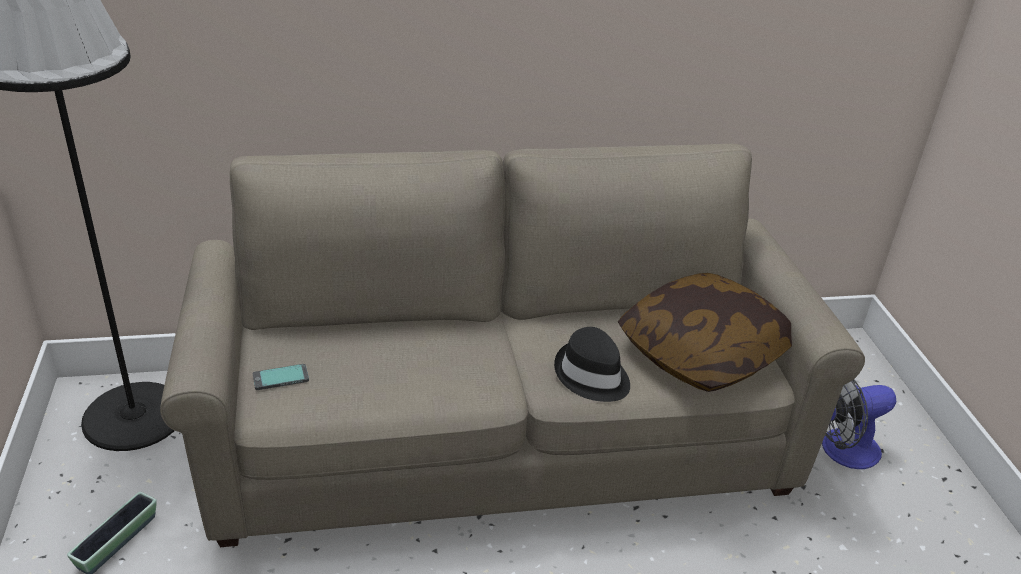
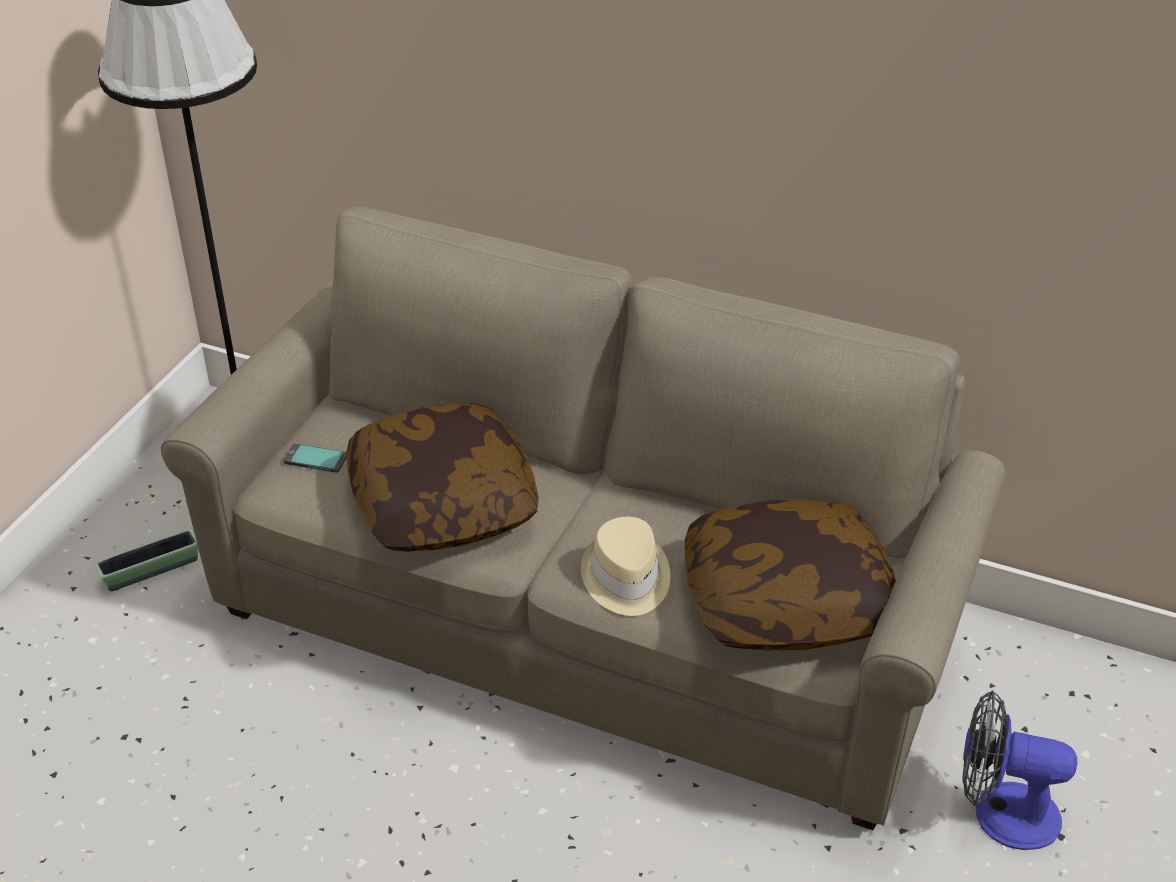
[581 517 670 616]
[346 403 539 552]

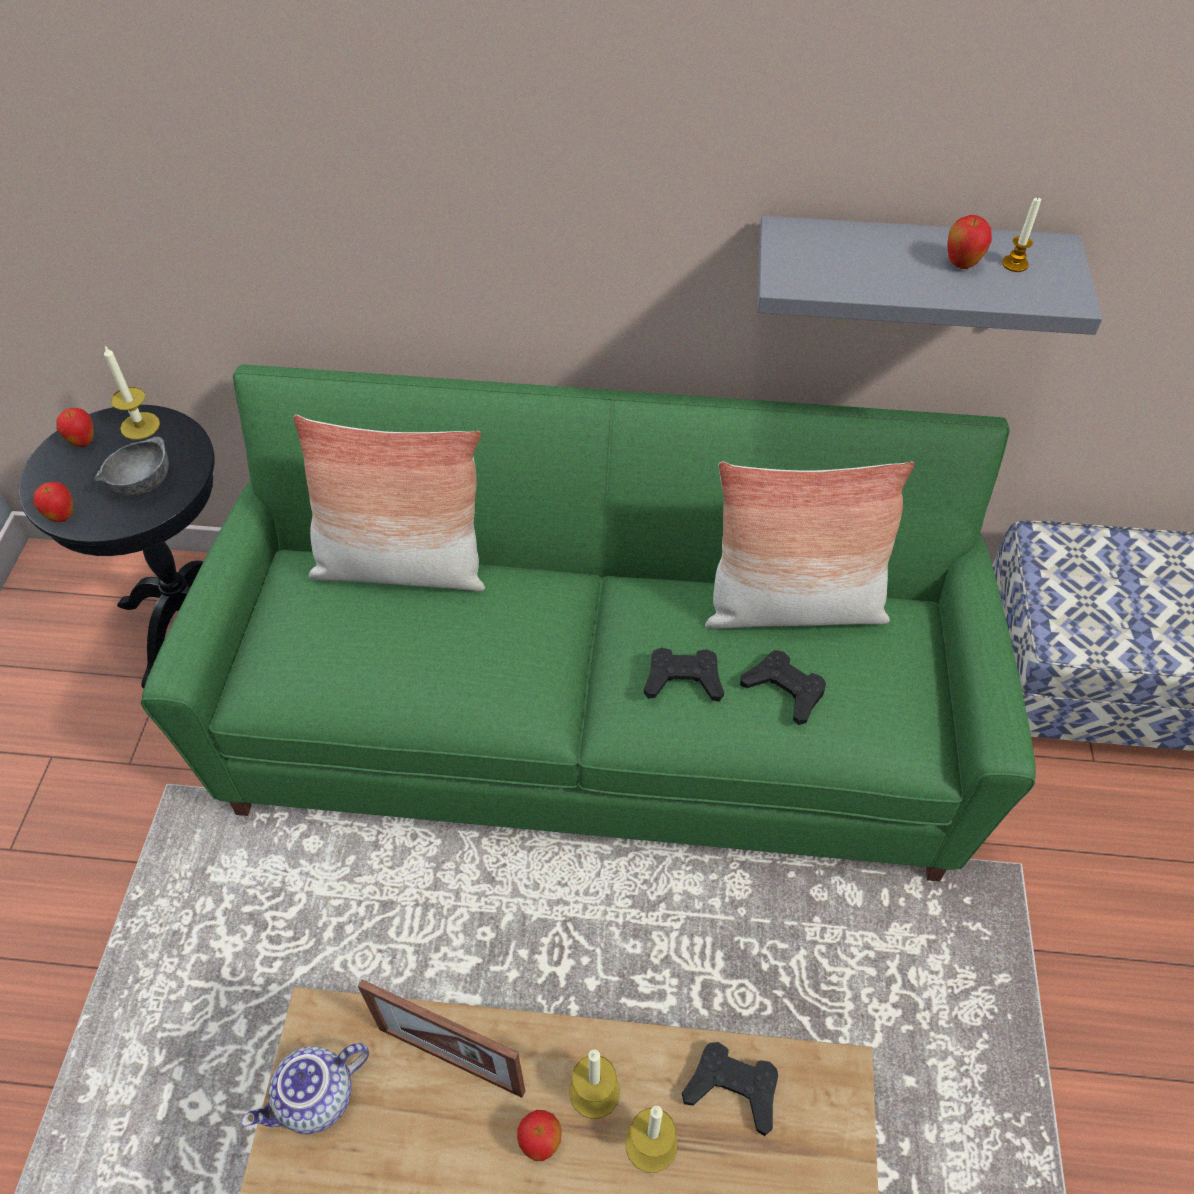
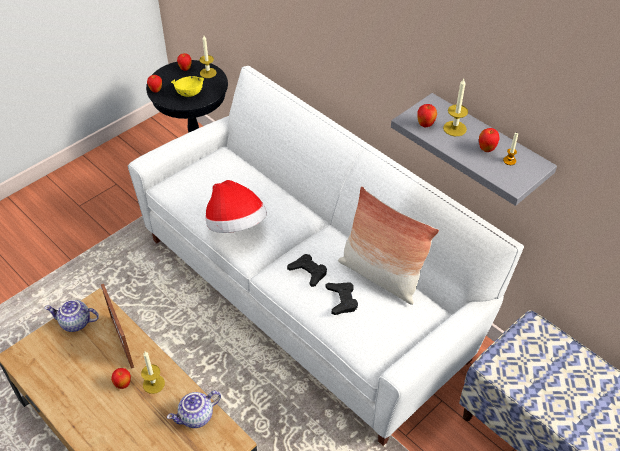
[171 76 204 97]
[128 66 524 446]
[294 415 485 591] (first image)
[443 79 468 136]
[167 391 221 428]
[205 180 267 233]
[418 104 437 127]

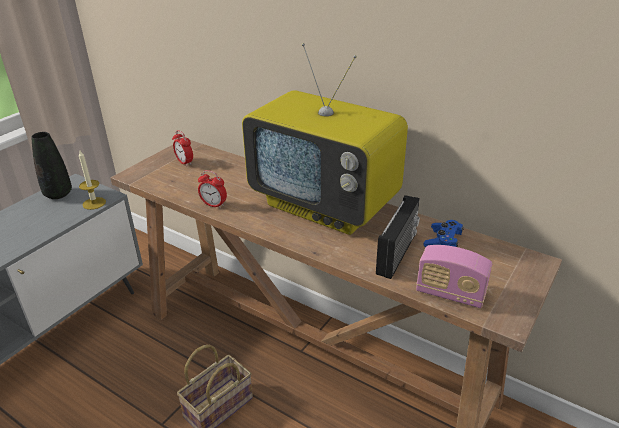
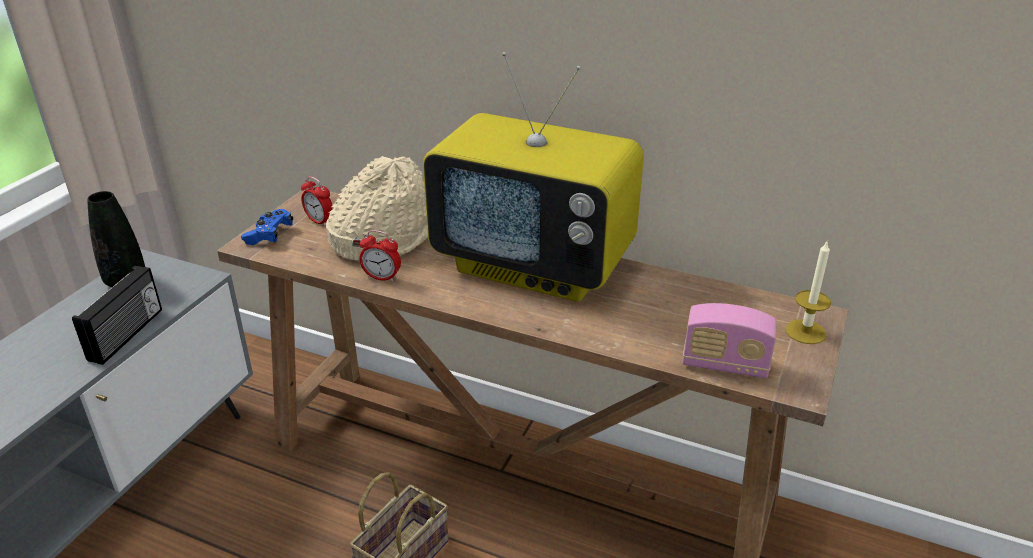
[785 242 831 344]
[72 266 162 365]
[241 209 293 245]
[326 156 428 261]

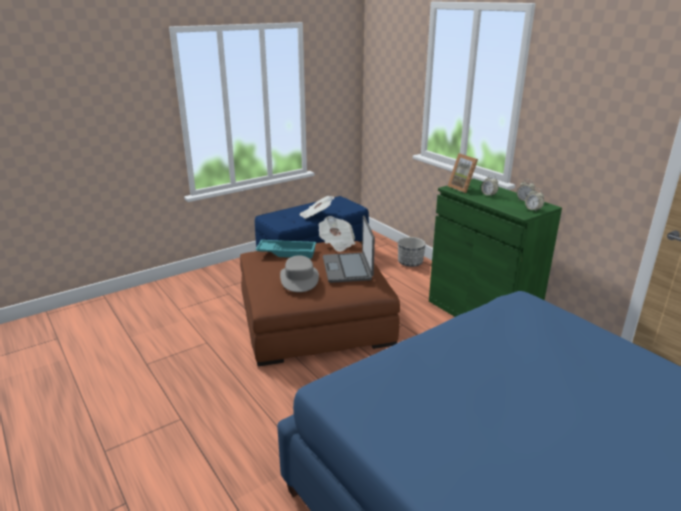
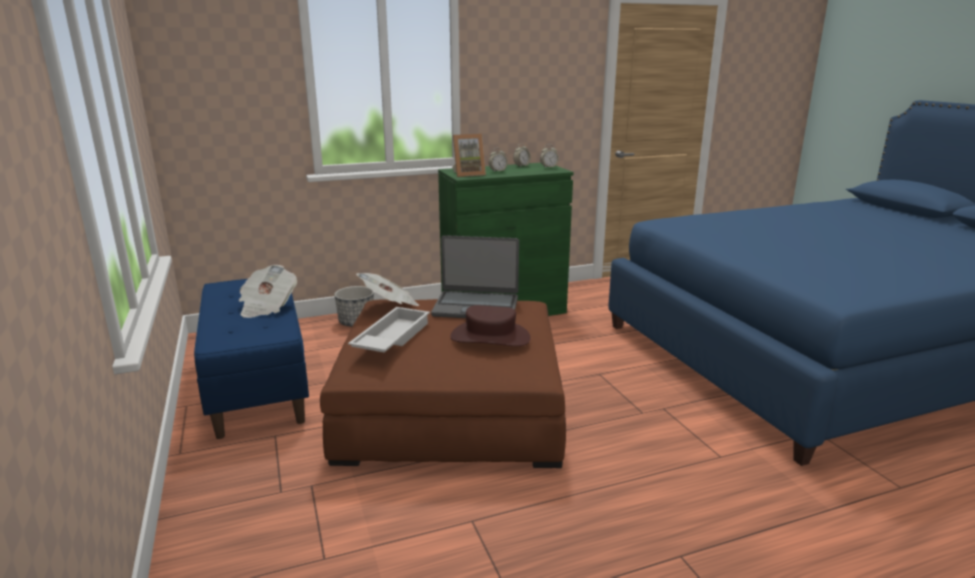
[348 307 430 353]
[450 305 531 346]

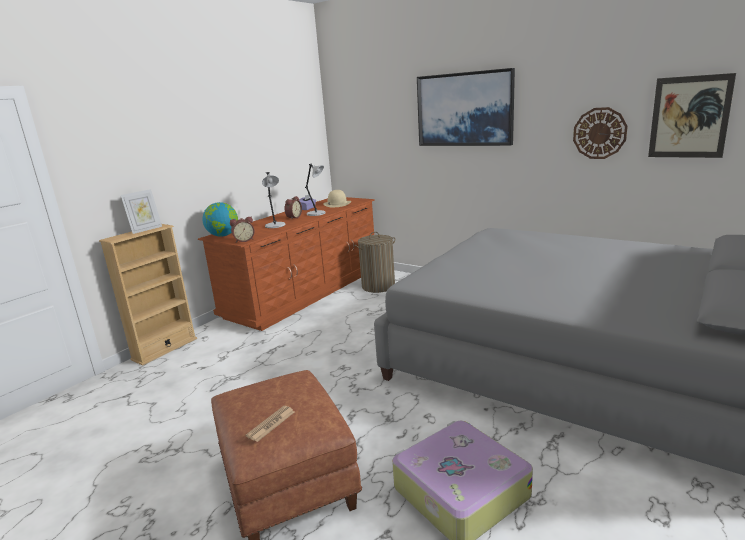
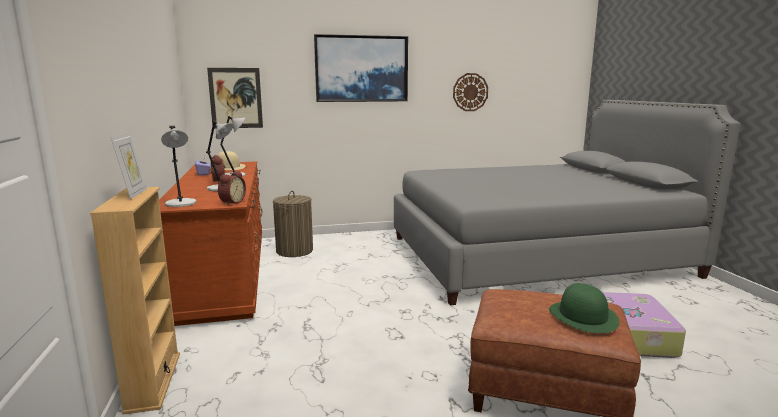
[161 126 196 207]
[549 283 619 333]
[207 68 263 129]

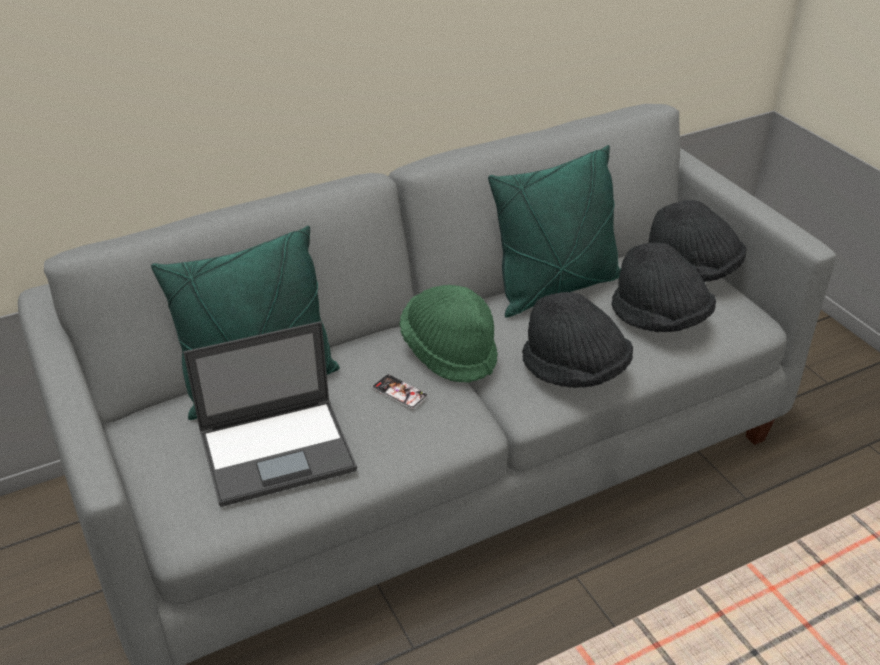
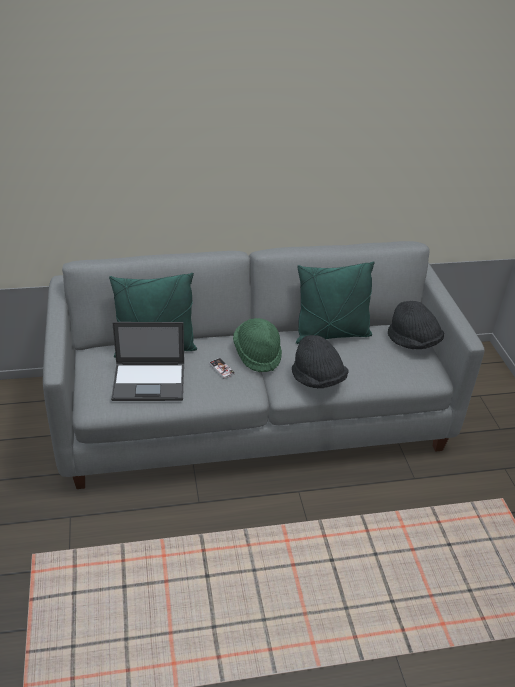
[611 242 716 332] (first image)

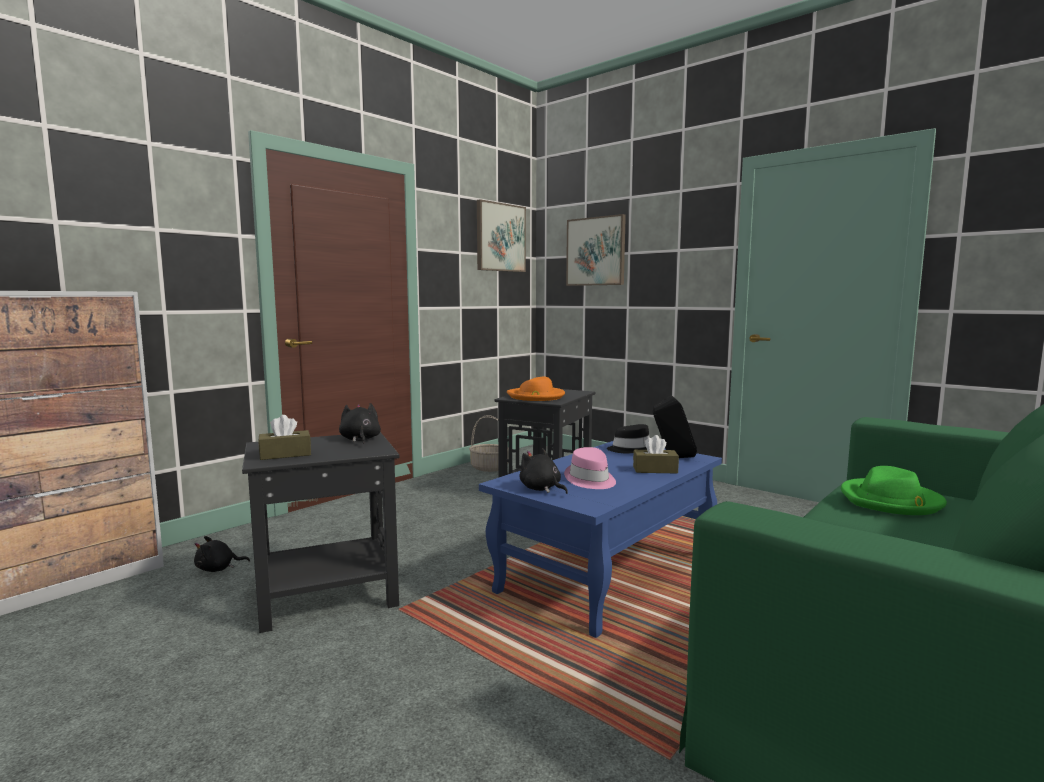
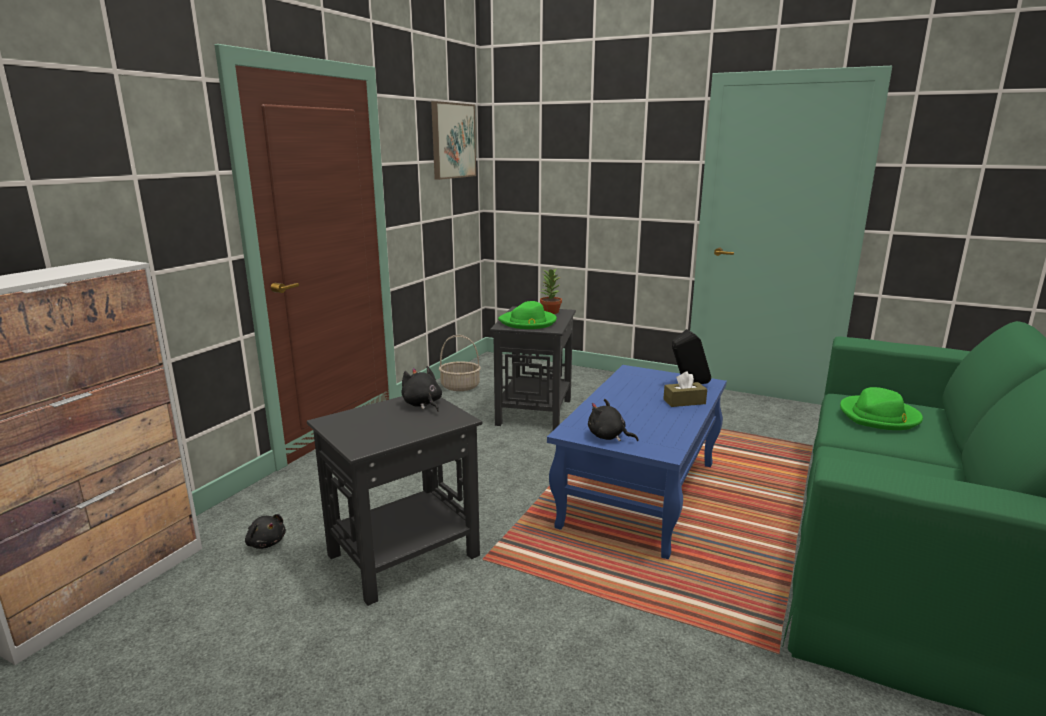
[245 514 286 549]
[259 415 311 460] (first image)
[498 301 557 329]
[564 447 616 489] (first image)
[566 214 626 286] (first image)
[607 424 650 453] (first image)
[540 269 562 314]

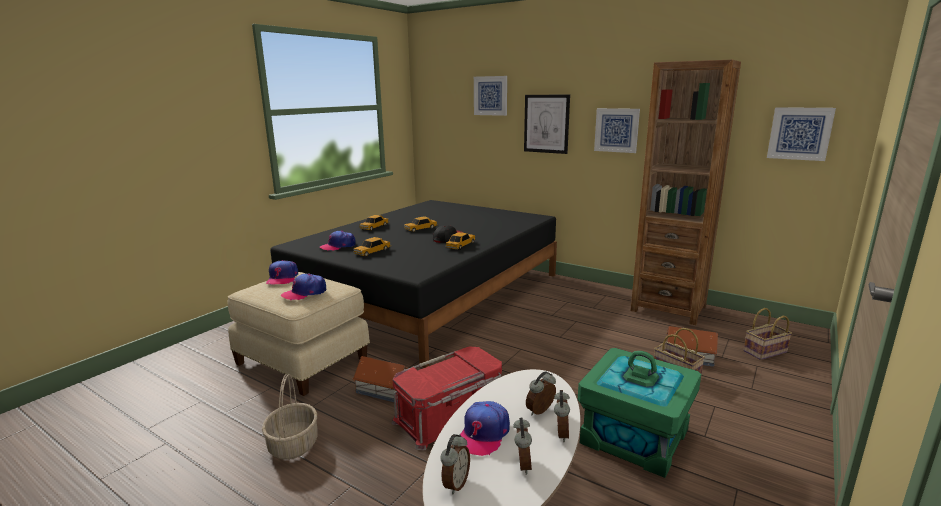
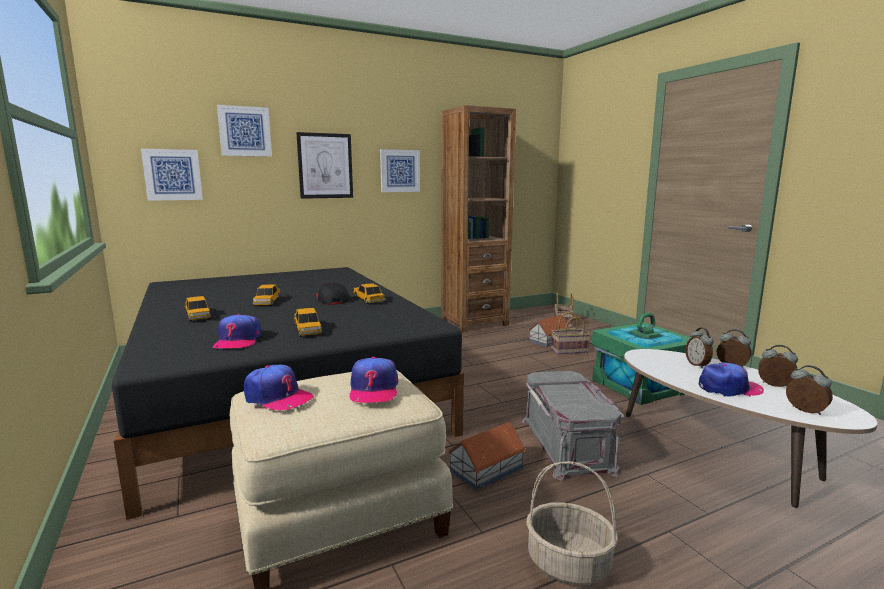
[522 371 625 481]
[699 362 764 397]
[141 149 203 201]

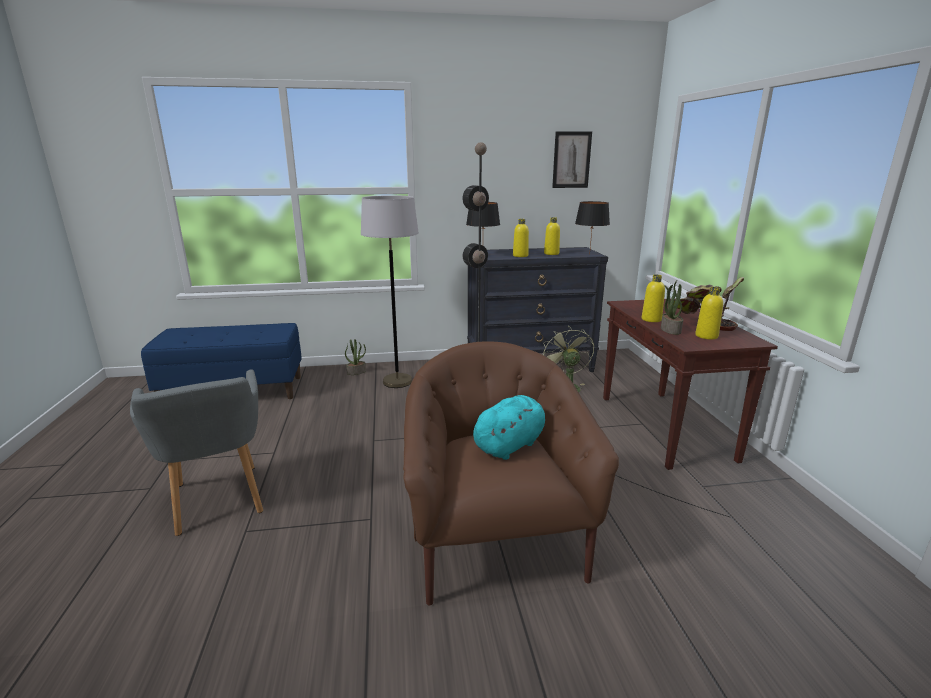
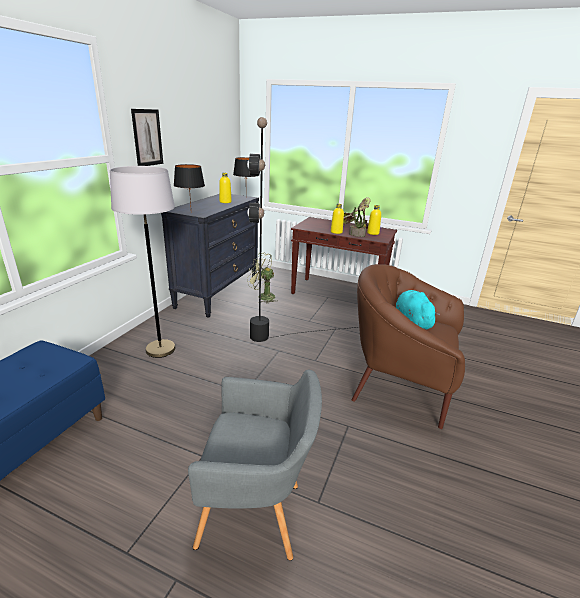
[345 339 366 375] (first image)
[513 219 529 257] (first image)
[131 109 163 166]

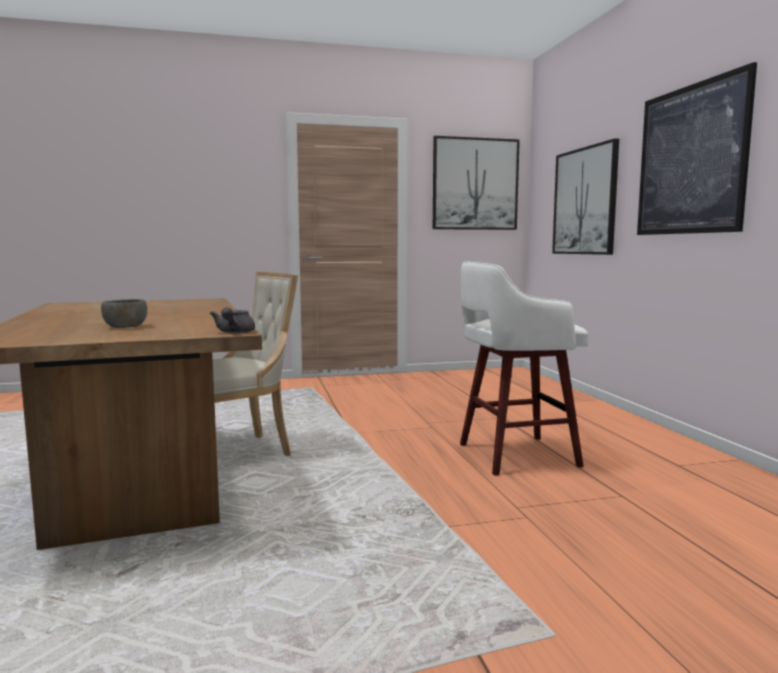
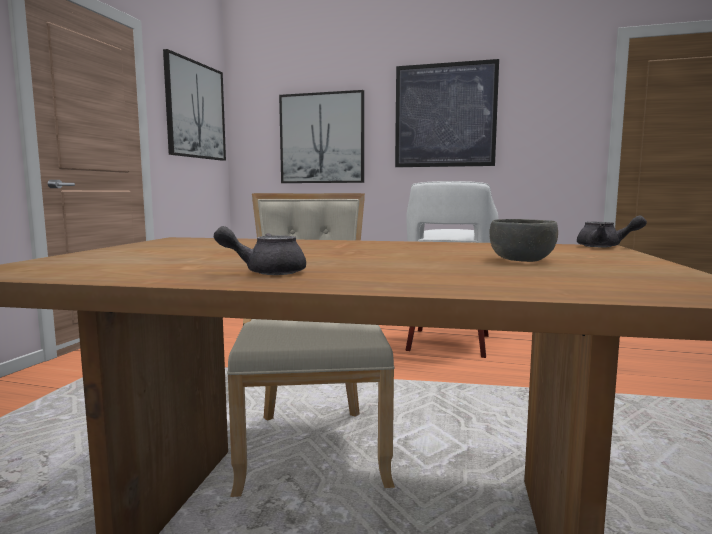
[214 226 306 275]

